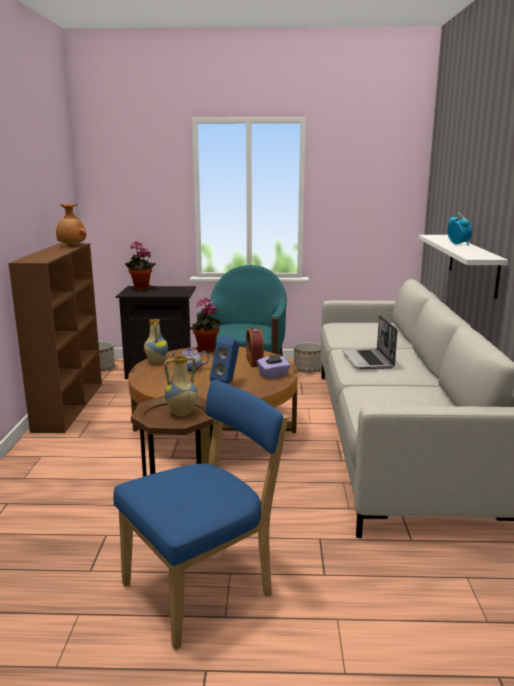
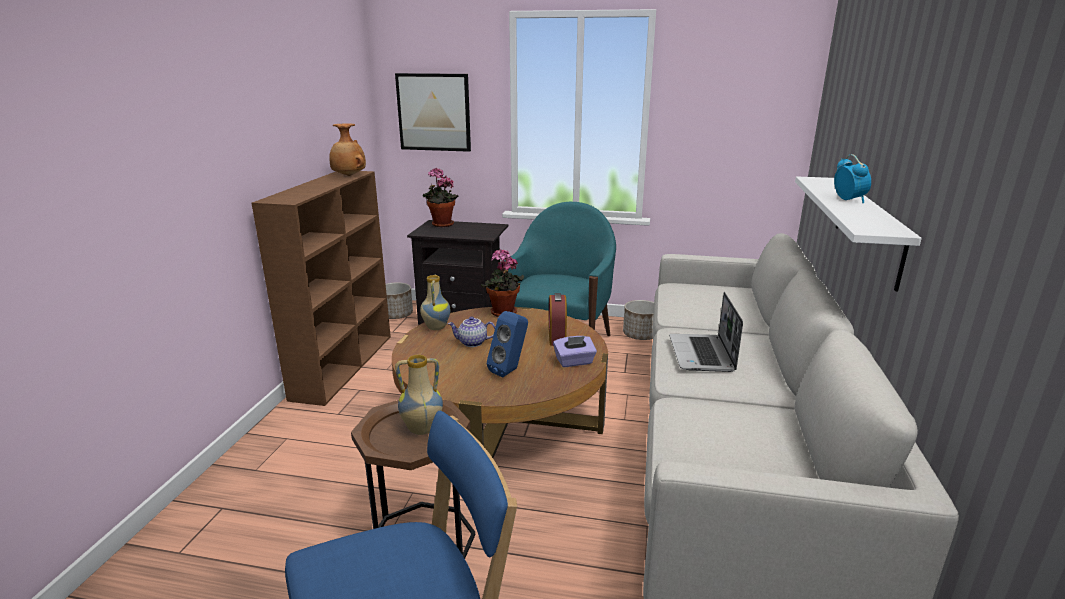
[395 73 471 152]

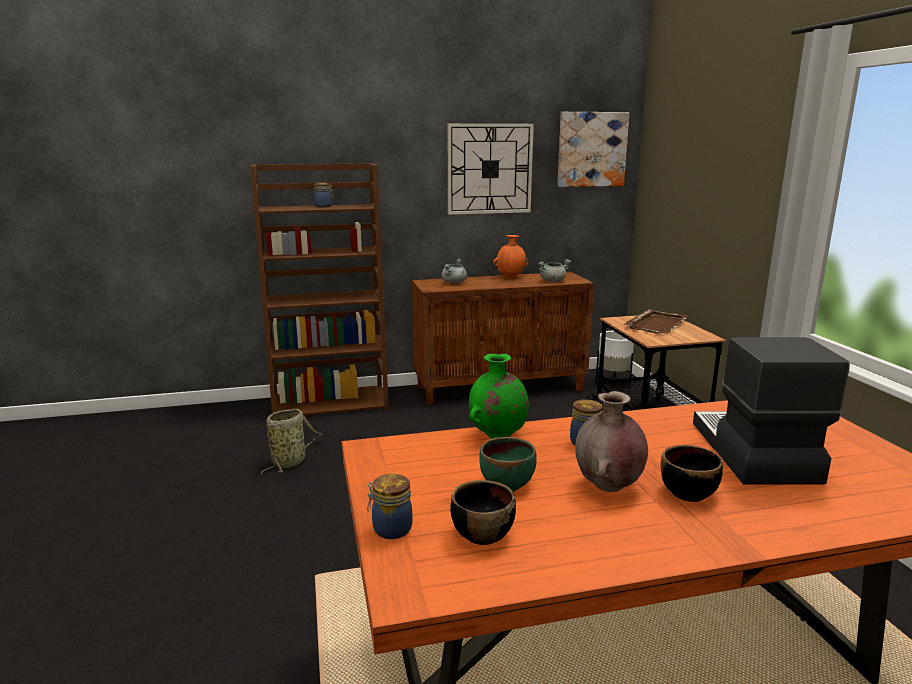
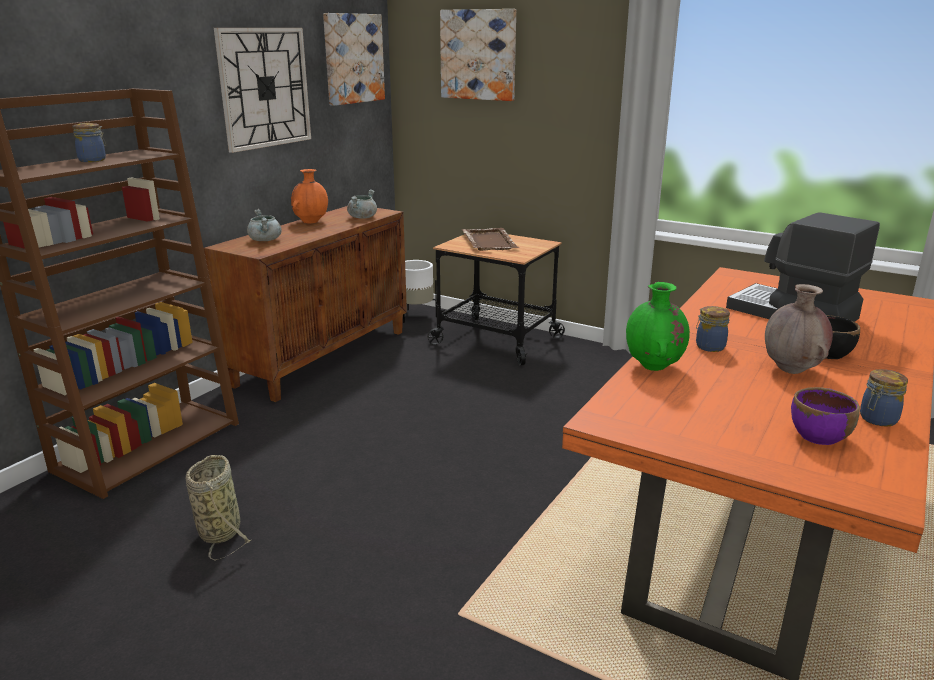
[860 369 908 427]
[791 387 860 445]
[479 437 537 491] (first image)
[440 9 516 101]

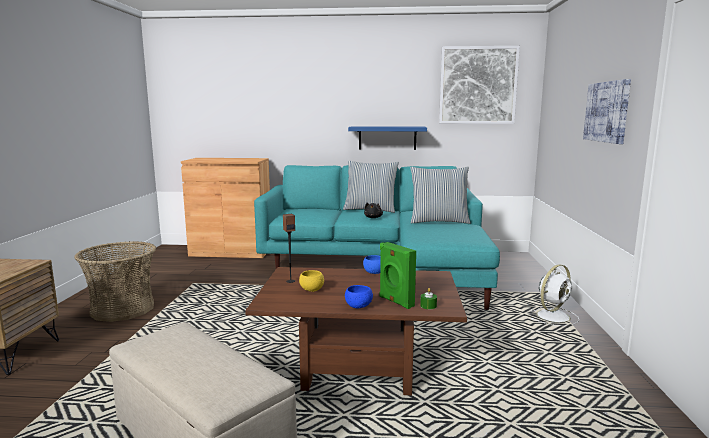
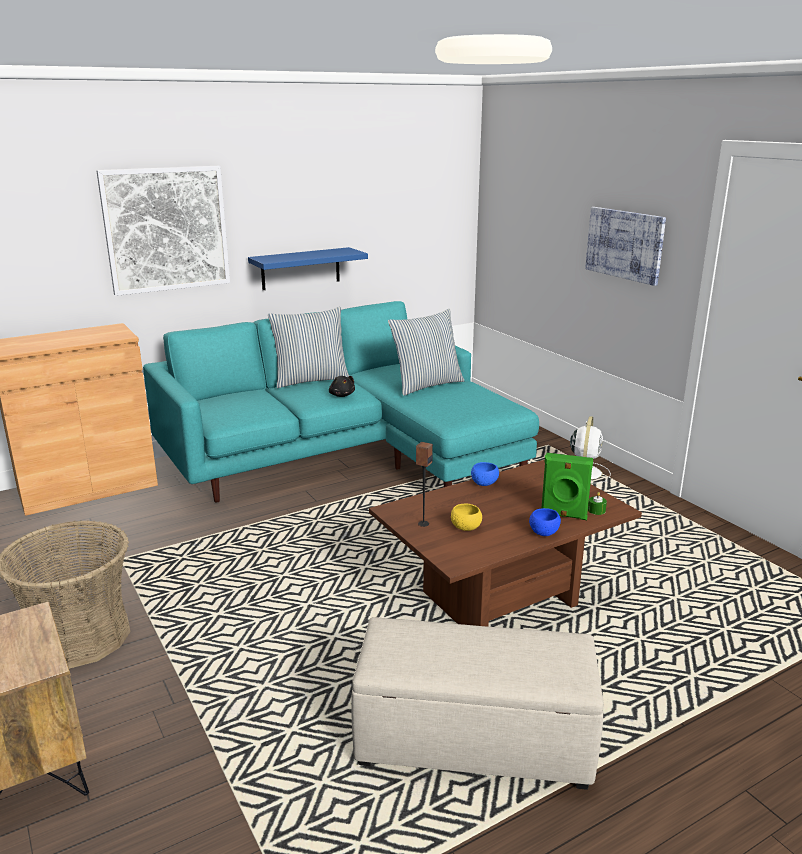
[96 166 230 296]

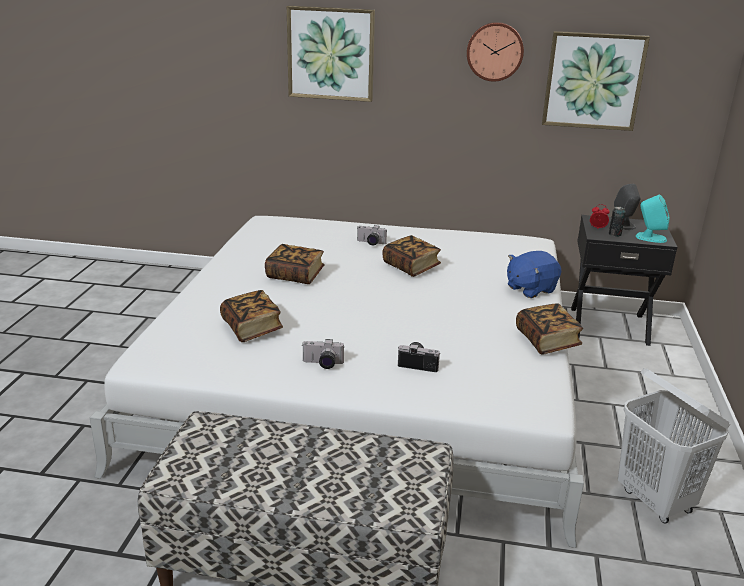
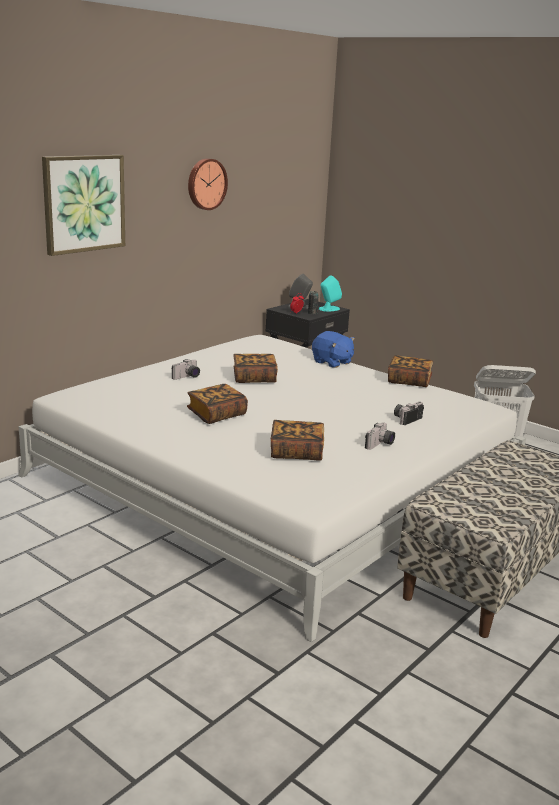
[312 331 355 368]
[542 31 650 131] (first image)

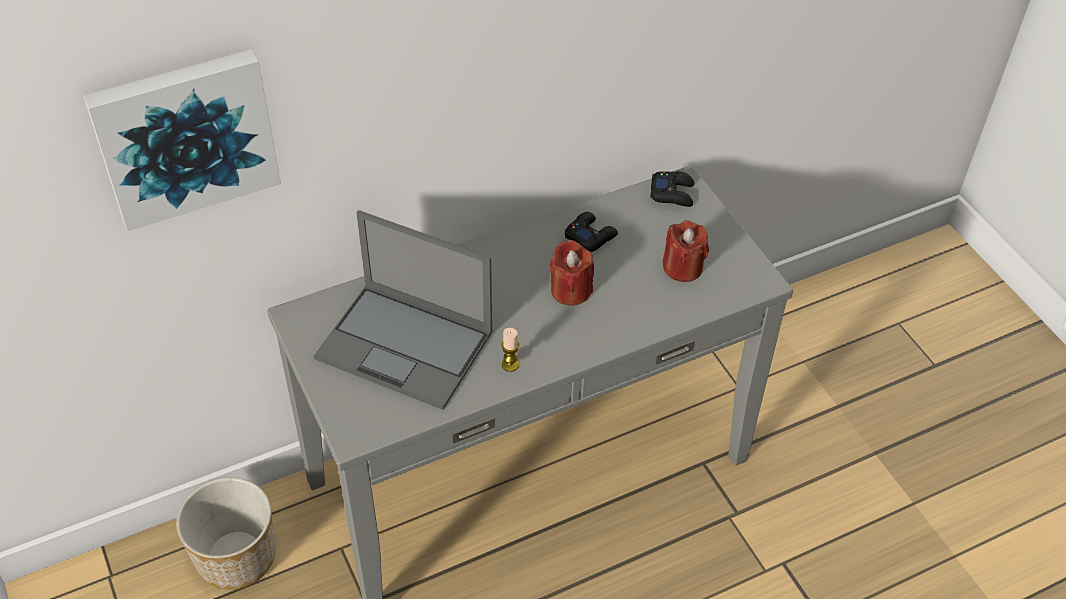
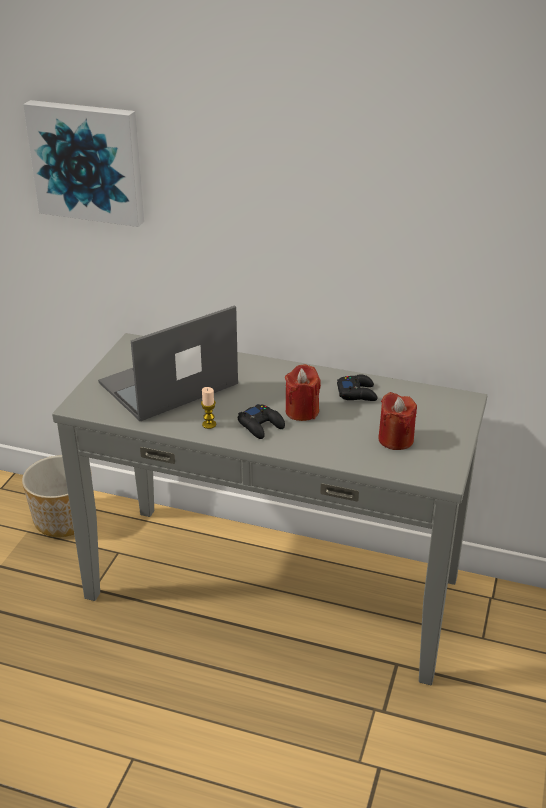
[98 305 238 421]
[238 404 285 439]

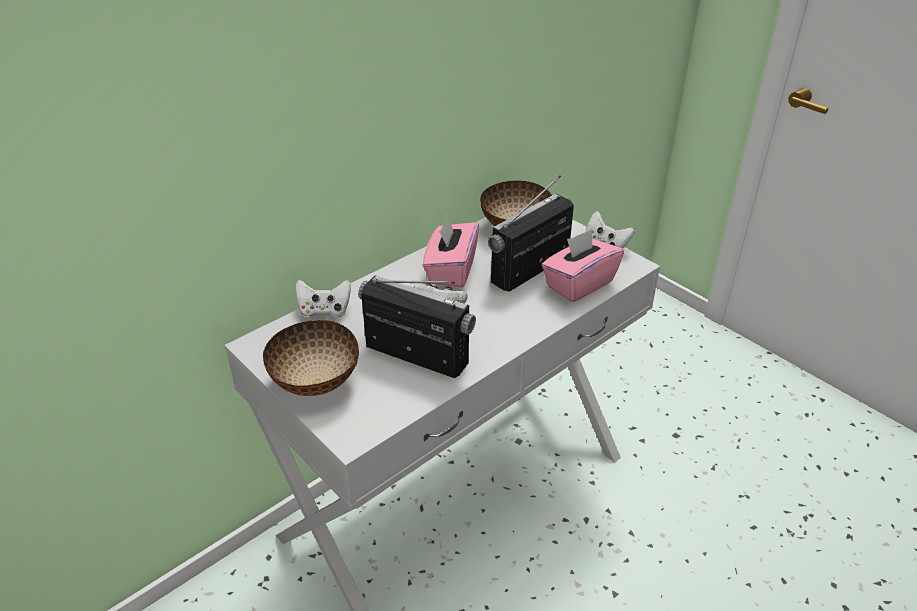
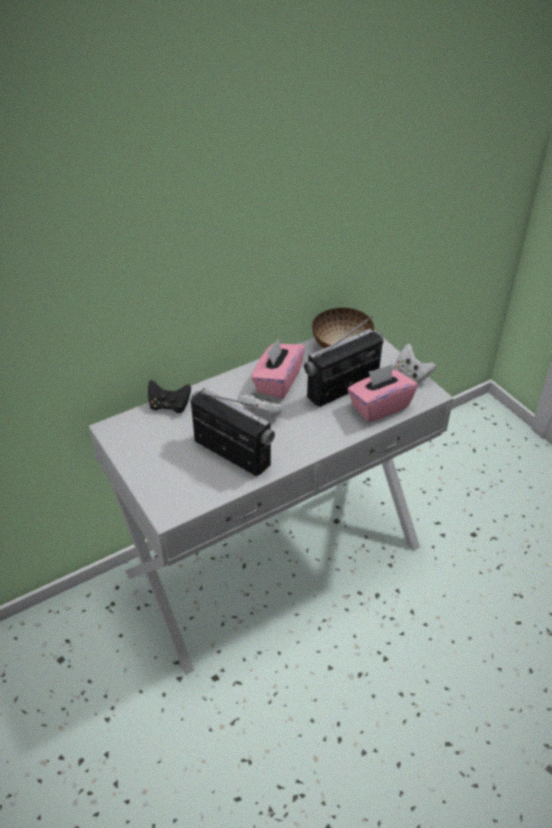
[263 320 359 396] (first image)
[148 380 191 413]

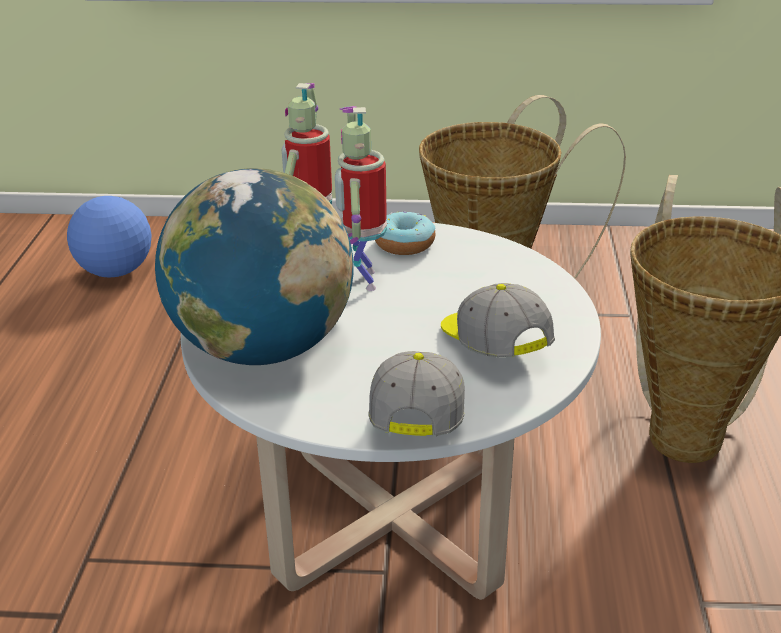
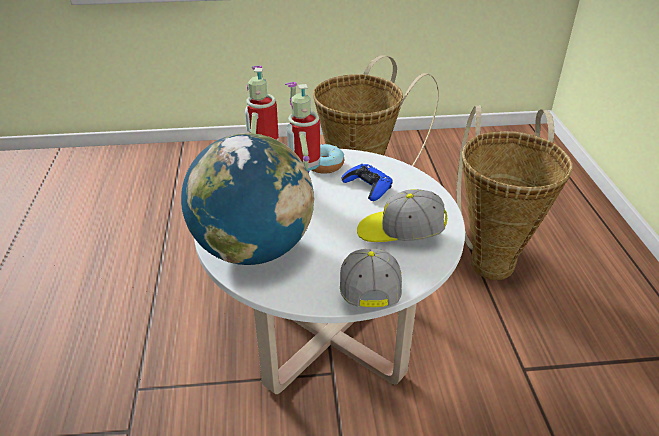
[67 196 151 277] (first image)
[357 189 447 242]
[342 164 393 201]

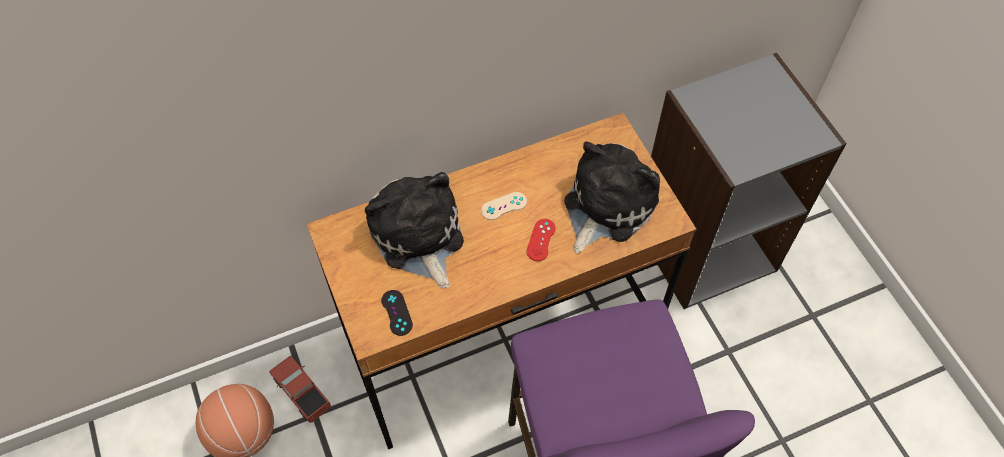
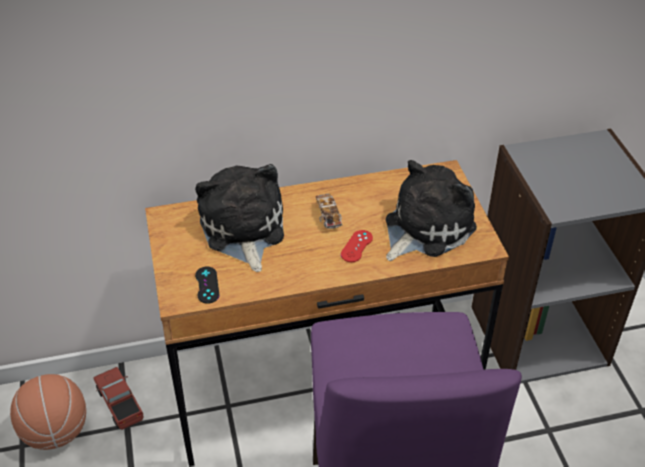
[316 193 343 229]

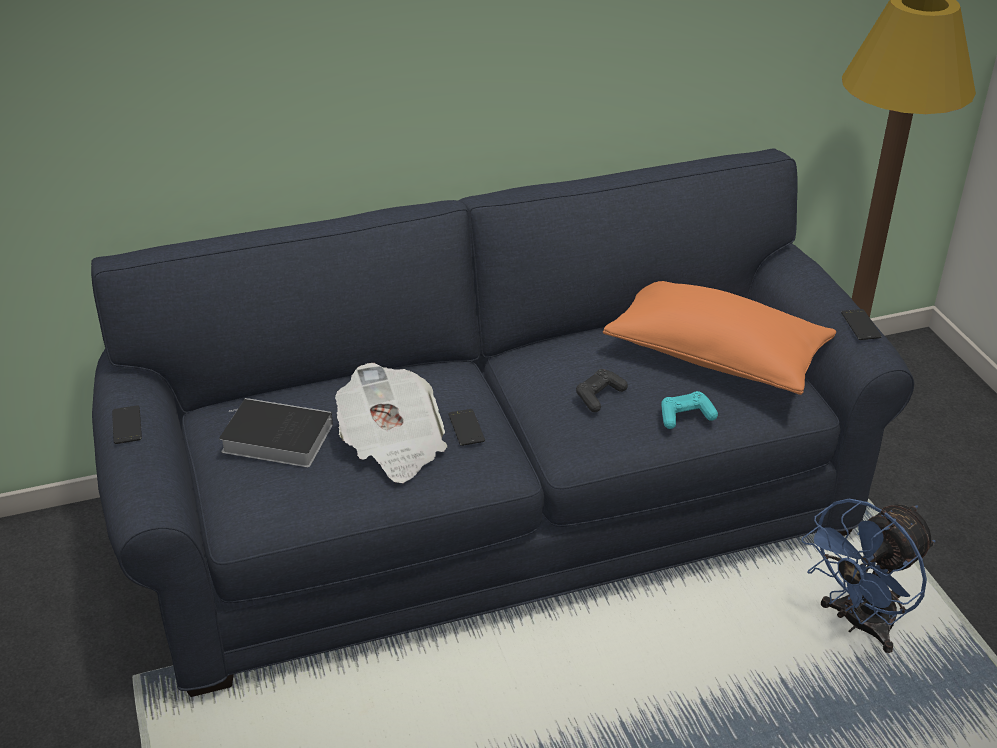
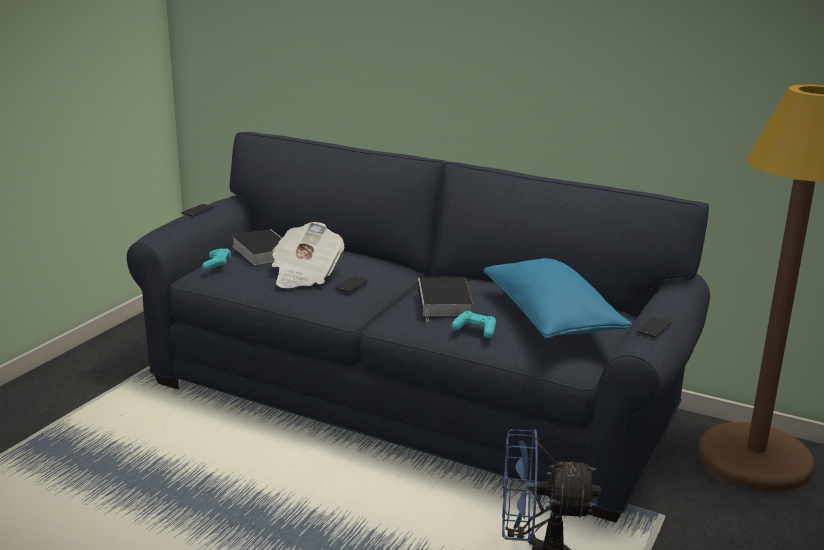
[418 277 473 322]
[484 258 632 339]
[202 249 231 270]

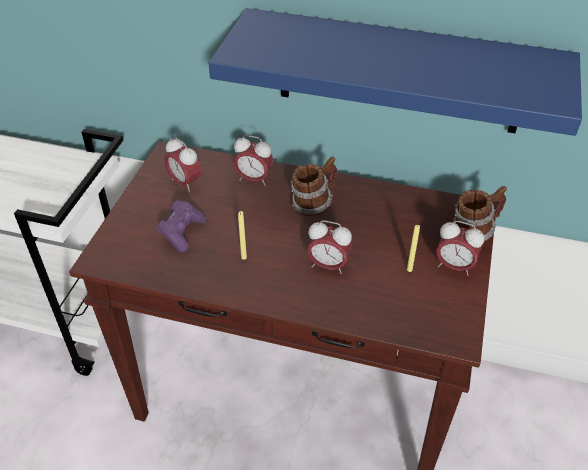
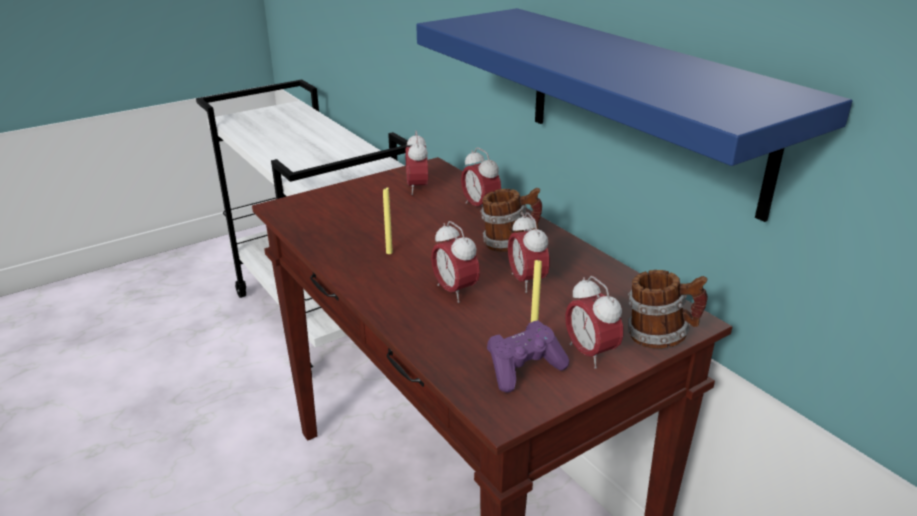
[487 320 569 393]
[508 212 550 293]

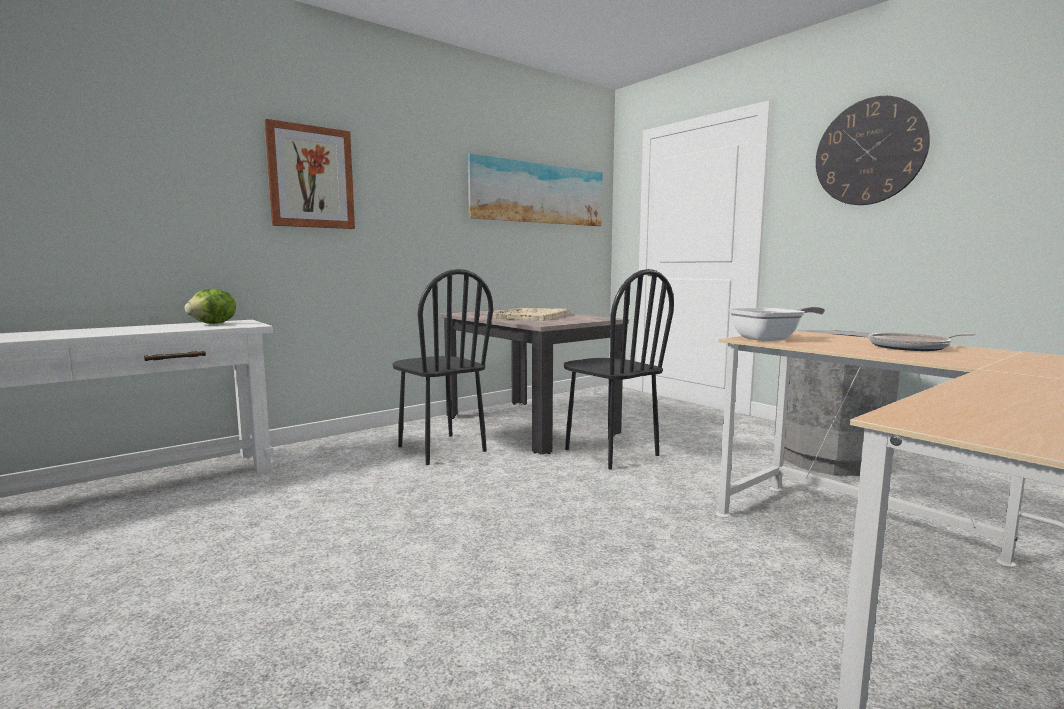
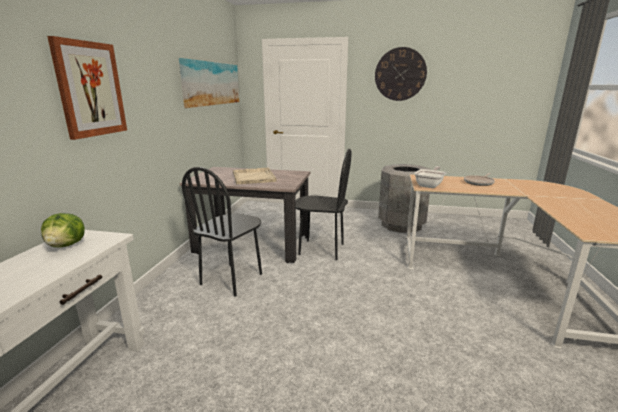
[182 167 262 297]

